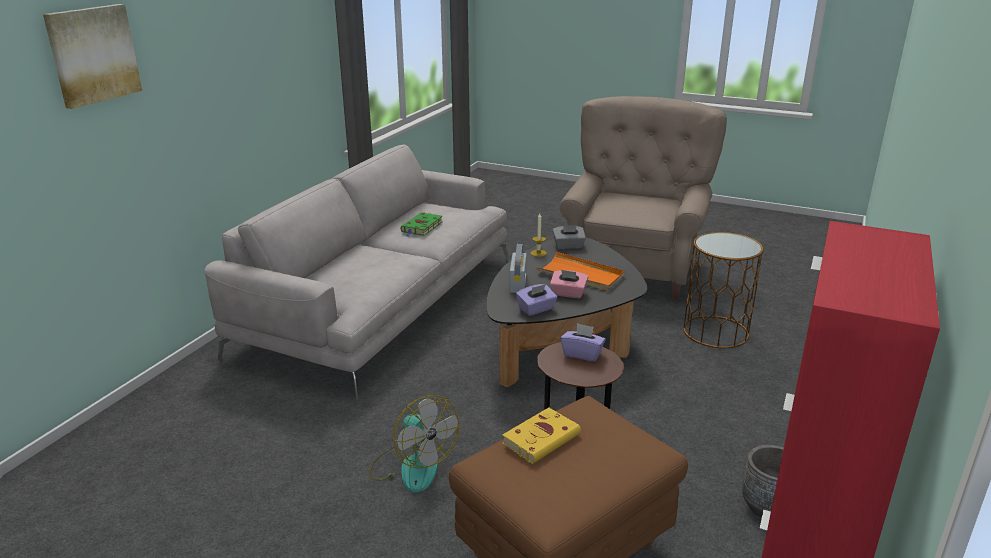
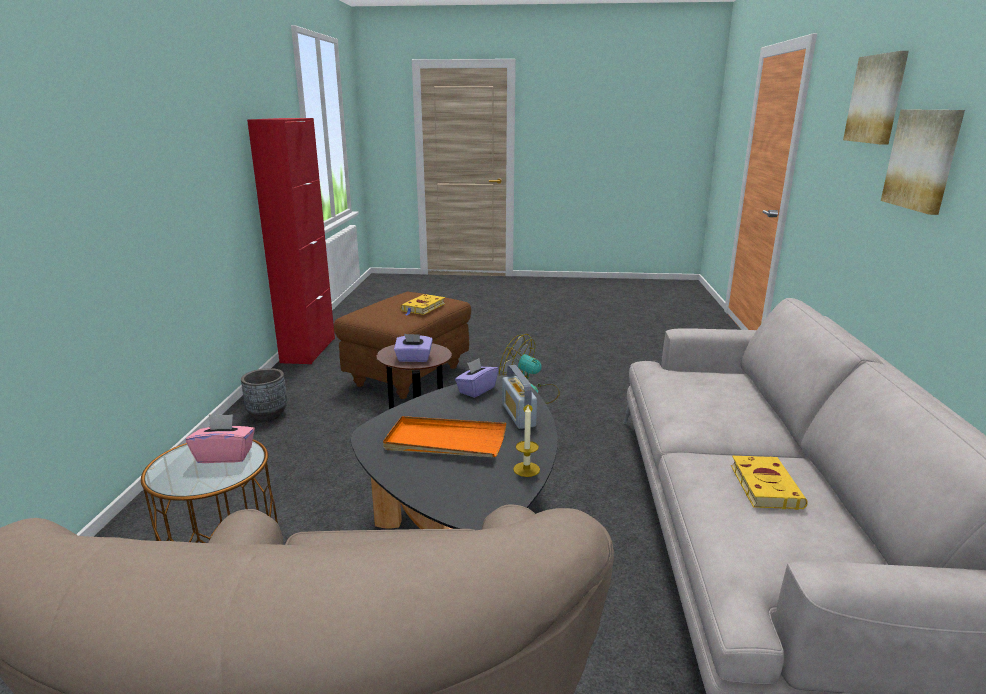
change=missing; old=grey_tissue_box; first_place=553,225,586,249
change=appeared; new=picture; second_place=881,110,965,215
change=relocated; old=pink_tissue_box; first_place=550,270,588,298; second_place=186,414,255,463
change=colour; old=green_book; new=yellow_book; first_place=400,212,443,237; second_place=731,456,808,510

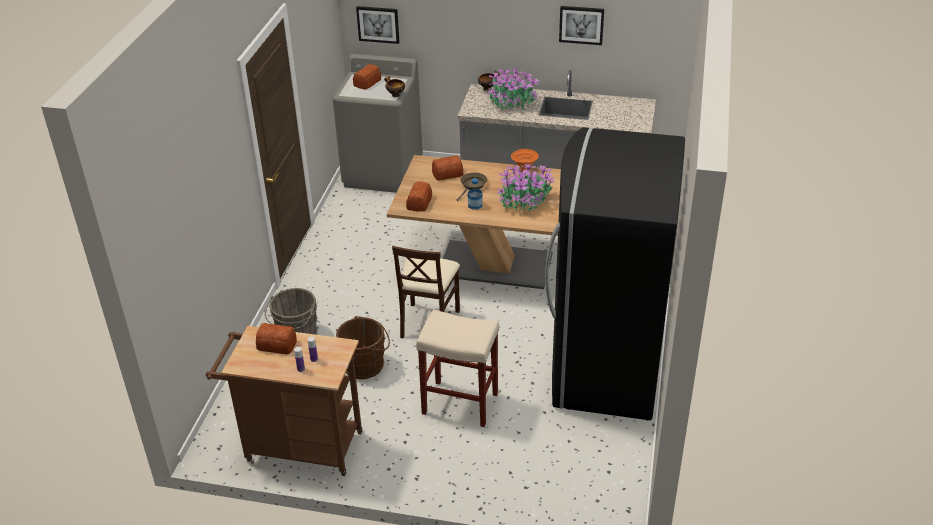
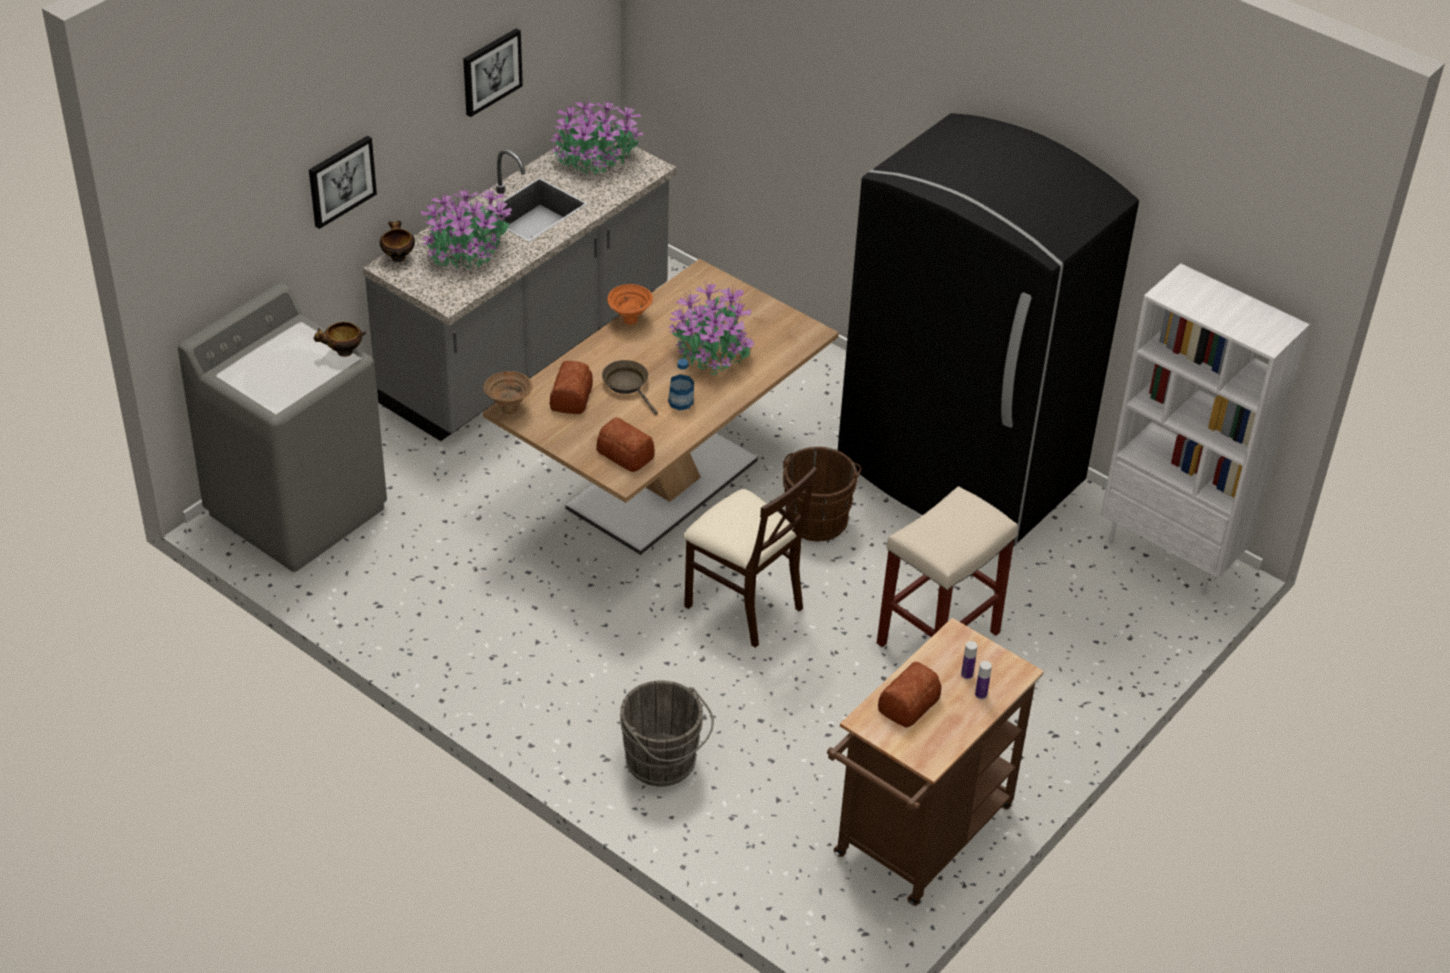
change=missing; old=bread; first_place=353,64,381,90
change=appeared; new=brown_bowl; second_place=483,371,533,414
change=appeared; new=potted_plant; second_place=551,96,643,175
change=appeared; new=white_bookcase; second_place=1101,263,1310,595
change=relocated; old=brown_bucket; first_place=336,316,390,379; second_place=783,447,862,541
change=relocated; old=picture; first_place=356,6,399,44; second_place=309,136,377,229

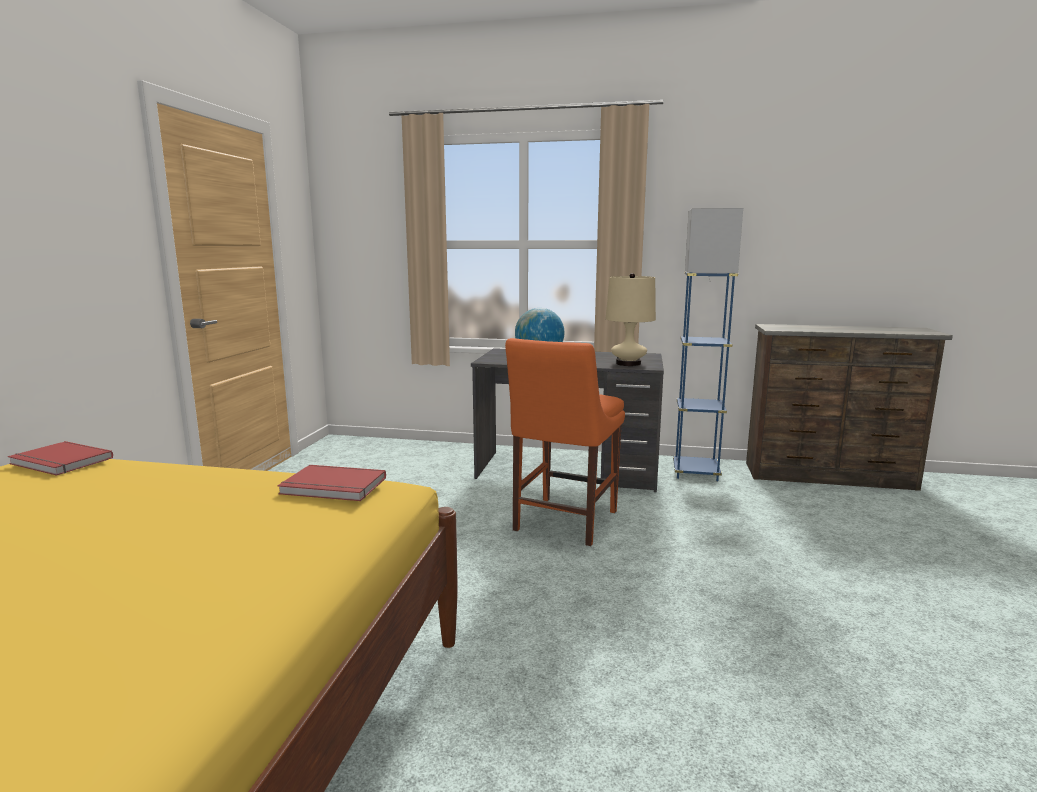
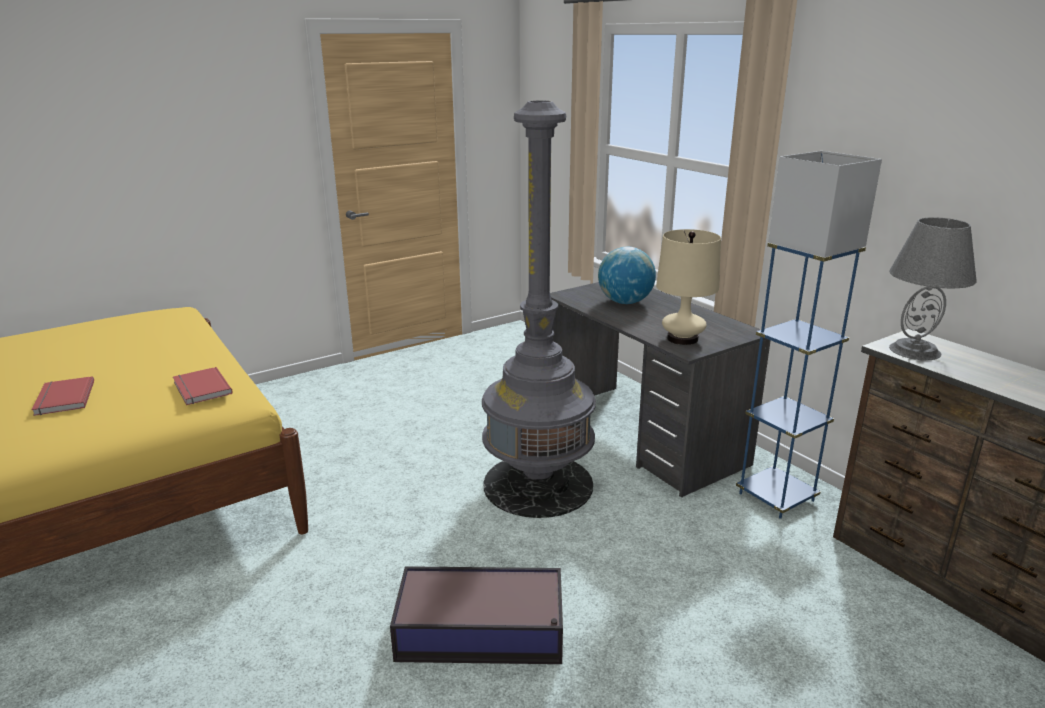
change=appeared; new=storage_box; second_place=390,566,563,664
change=appeared; new=grey_table_lamp; second_place=889,217,977,360
change=relocated; old=red_book; first_place=8,441,113,476; second_place=31,376,94,416
change=exchanged; old=orange_chair; new=grey_floor_lamp; first_place=505,338,625,546; second_place=482,101,596,518

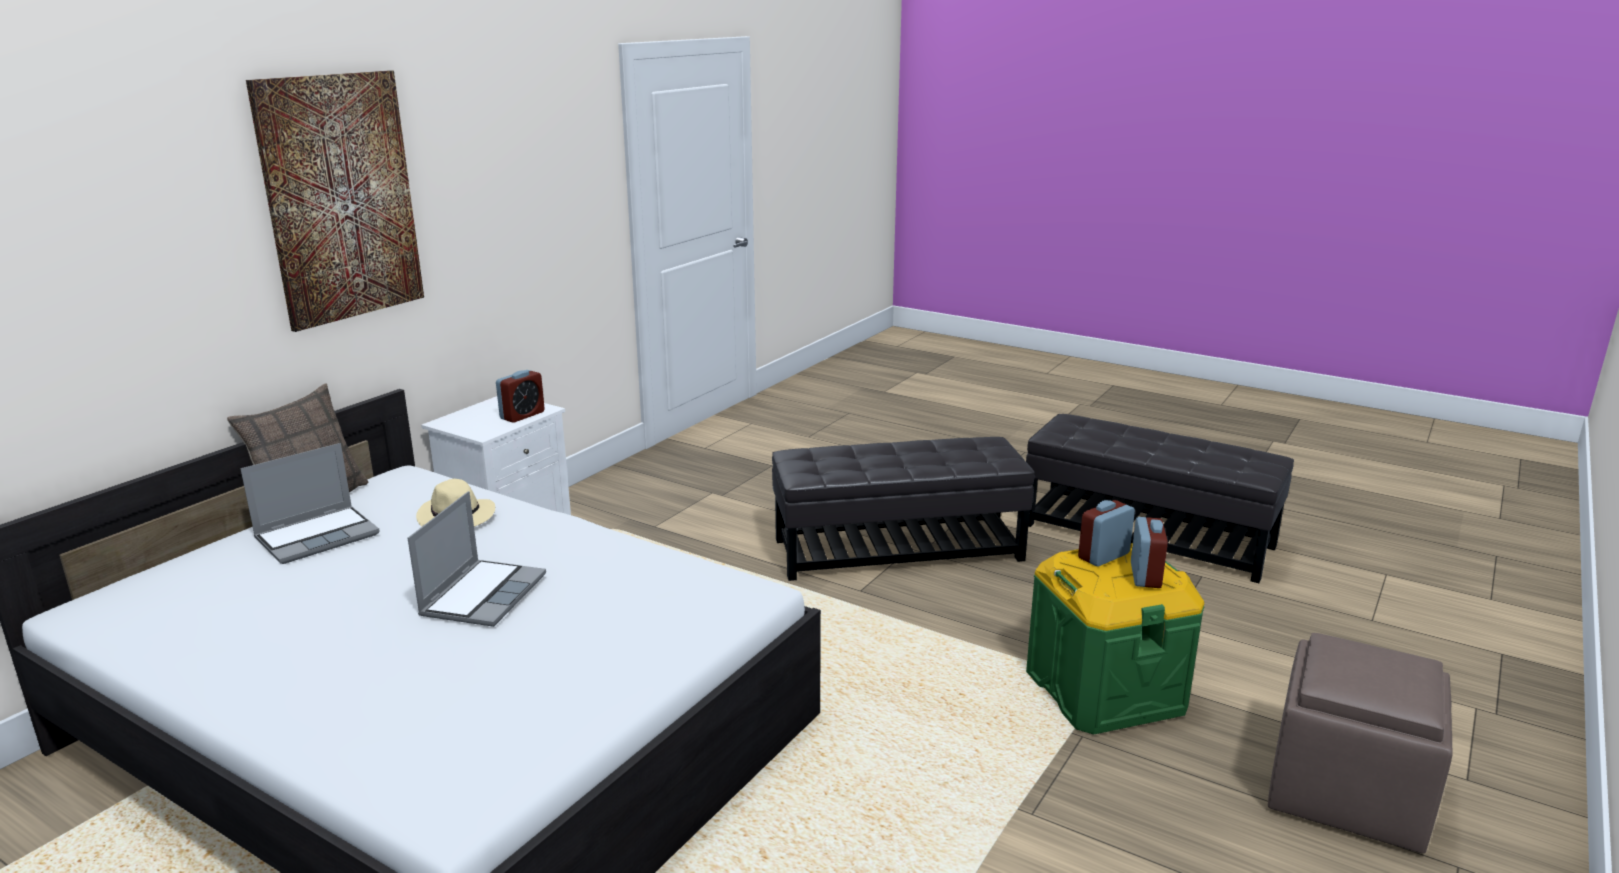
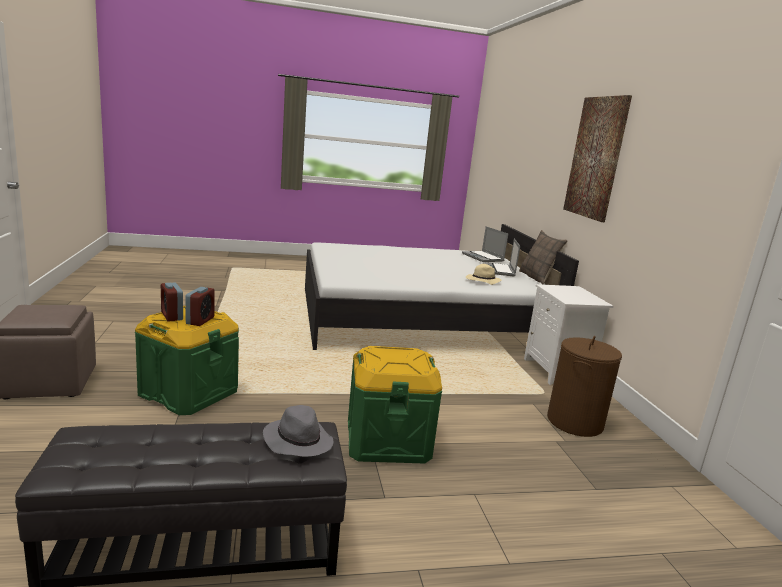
change=missing; old=alarm_clock; first_place=496,370,545,423
change=appeared; new=grey_hat; second_place=263,405,334,457
change=appeared; new=brown_laundry_basket; second_place=547,336,622,437
change=relocated; old=laptop; first_place=408,491,546,627; second_place=462,226,508,262
change=exchanged; old=black_ottoman; new=green_storage_box; first_place=772,437,1035,581; second_place=348,346,442,464

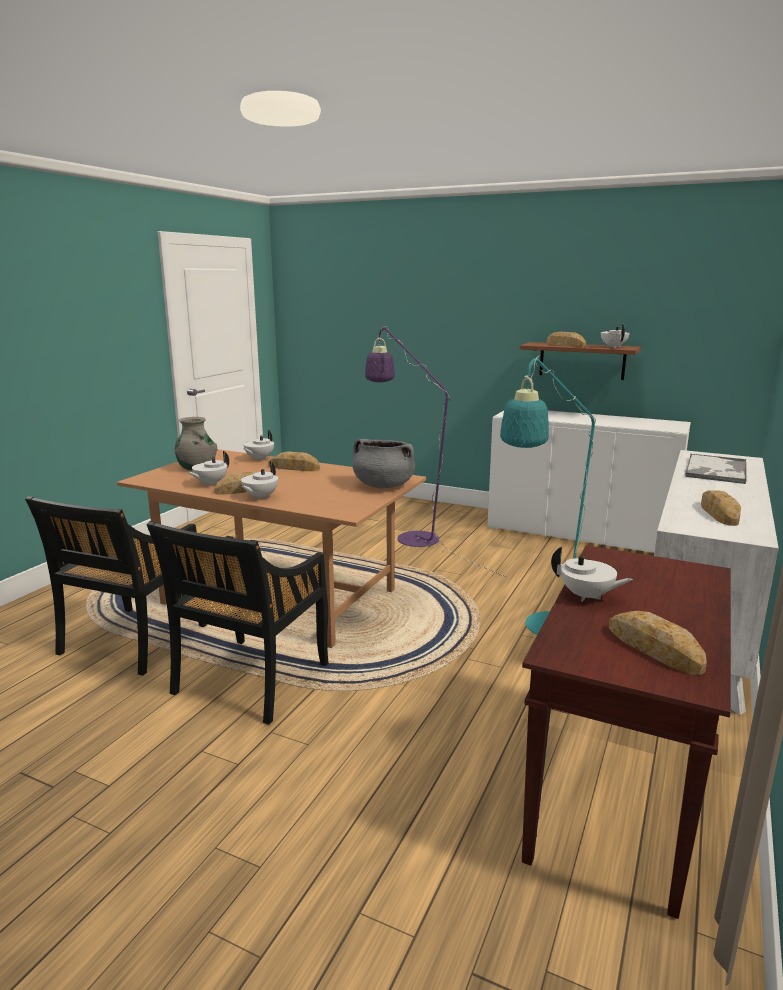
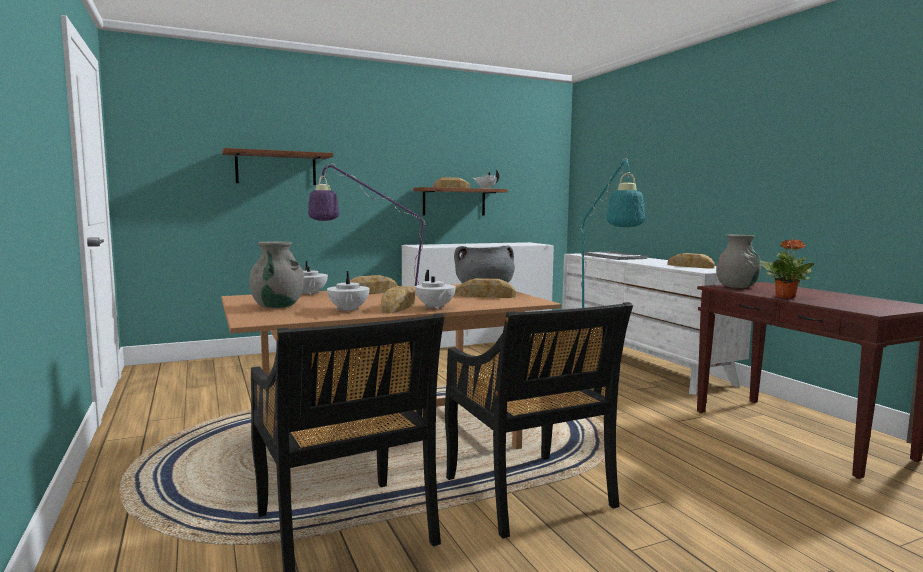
change=appeared; new=brown_shelf; second_place=222,148,334,185
change=appeared; new=grey_vase; second_place=716,235,761,288
change=relocated; old=bread; first_place=609,611,707,675; second_place=455,278,516,298
change=exchanged; old=white_teapot; new=potted_plant; first_place=551,546,633,602; second_place=760,239,814,299

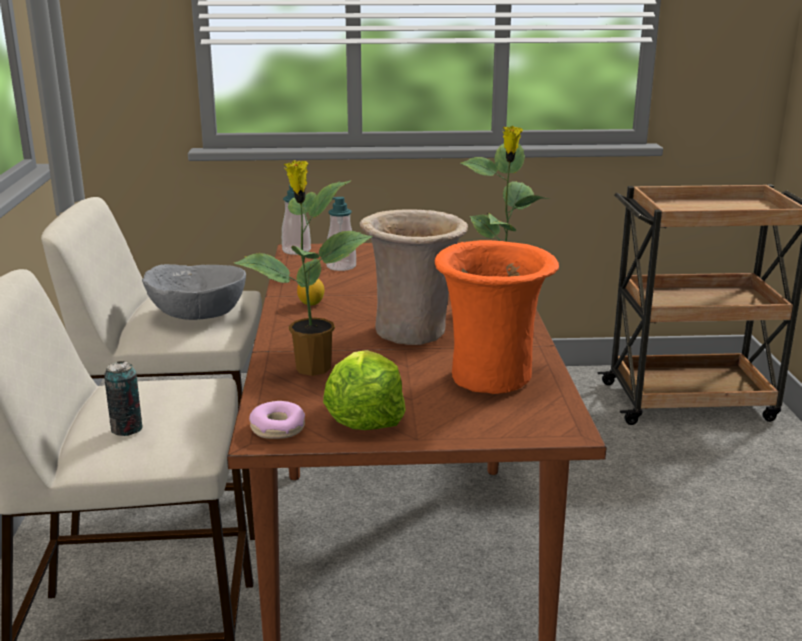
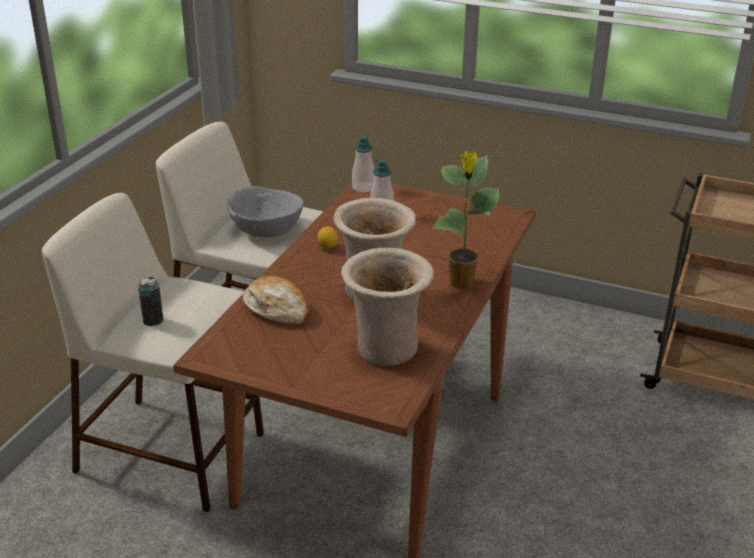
change=missing; old=donut; first_place=249,401,305,439
change=missing; old=lettuce; first_place=323,350,406,430
change=exchanged; old=potted_plant; new=bread; first_place=234,160,373,376; second_place=243,276,308,324
change=colour; old=orange_vase; new=beige_vase; first_place=435,240,559,394; second_place=341,247,434,366

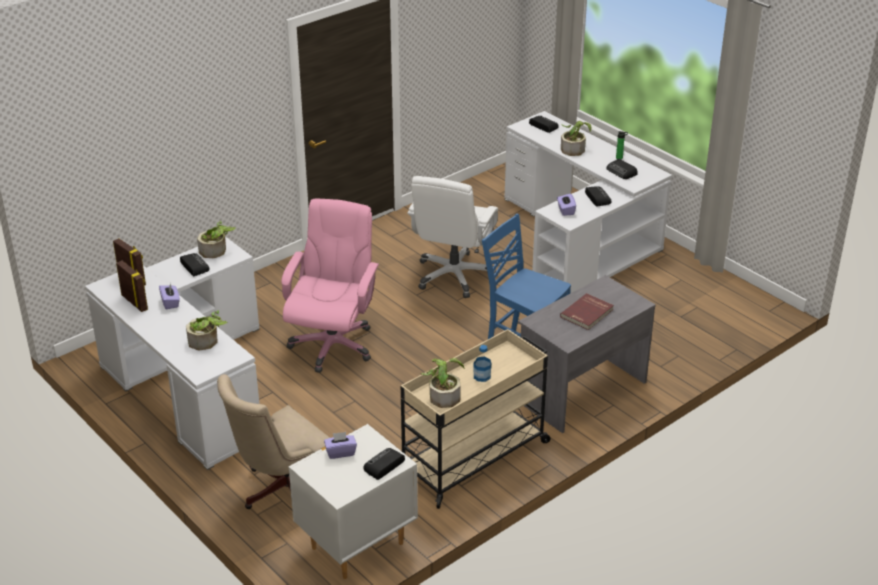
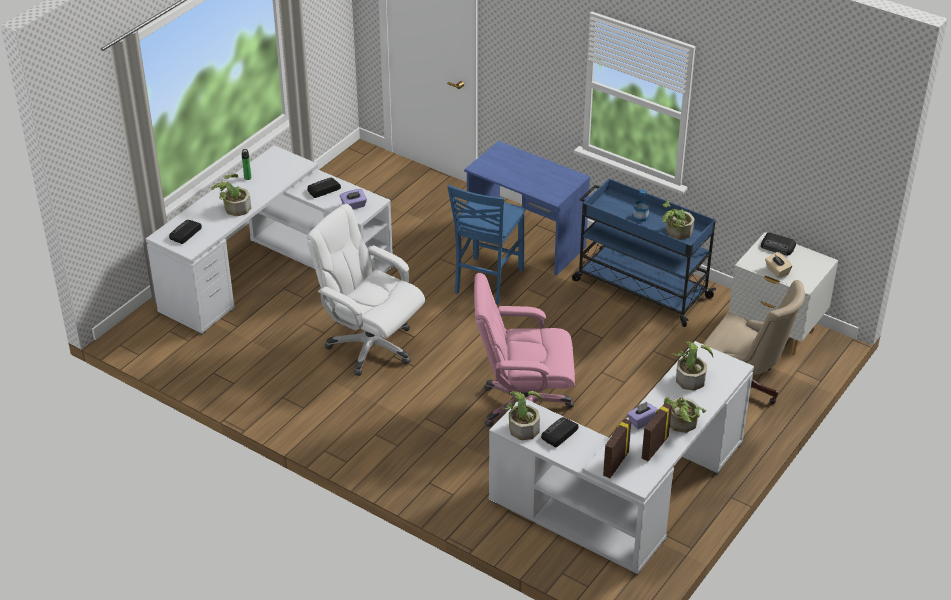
change=missing; old=red_book; first_place=560,293,614,330
change=missing; old=radio; first_place=606,159,638,179
change=appeared; new=potted_plant; second_place=664,397,707,433
change=colour; old=purple_tissue_box; new=beige_tissue_box; first_place=324,432,357,459; second_place=765,252,792,278
change=colour; old=beige_cart; new=blue_cart; first_place=401,329,551,509; second_place=572,179,716,327
change=colour; old=grey_desk; new=blue_desk; first_place=518,275,656,433; second_place=464,141,590,276
change=spun; old=white_office_chair; first_place=407,176,498,298; second_place=307,204,425,376; degrees=-150

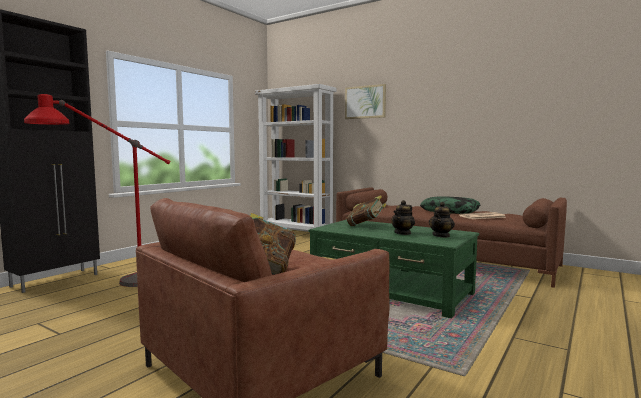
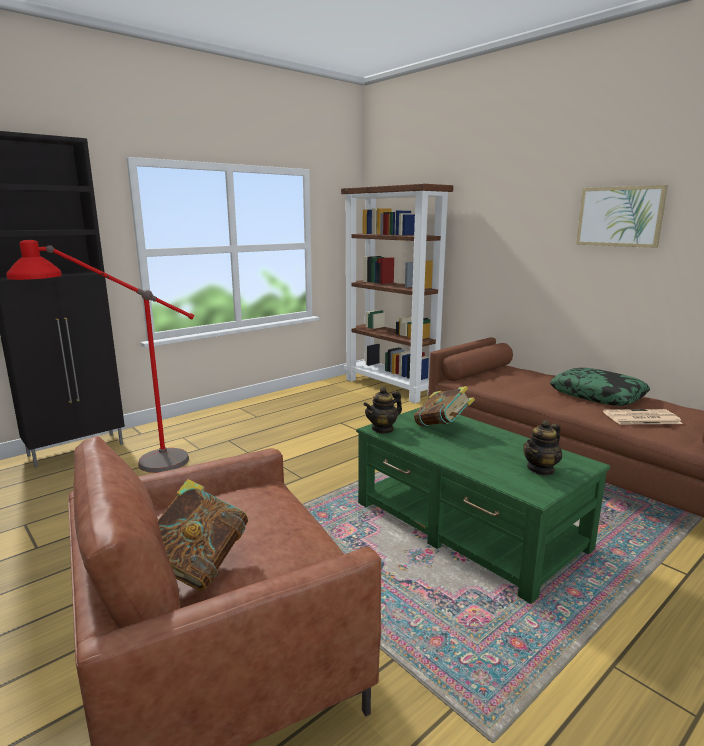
change=relocated; old=picture; first_place=345,84,386,119; second_place=576,185,668,248
change=relocated; old=teapot; first_place=391,200,415,235; second_place=363,387,402,434
change=colour; old=white_bookcase; new=brown_bookcase; first_place=255,84,337,230; second_place=341,184,453,403

